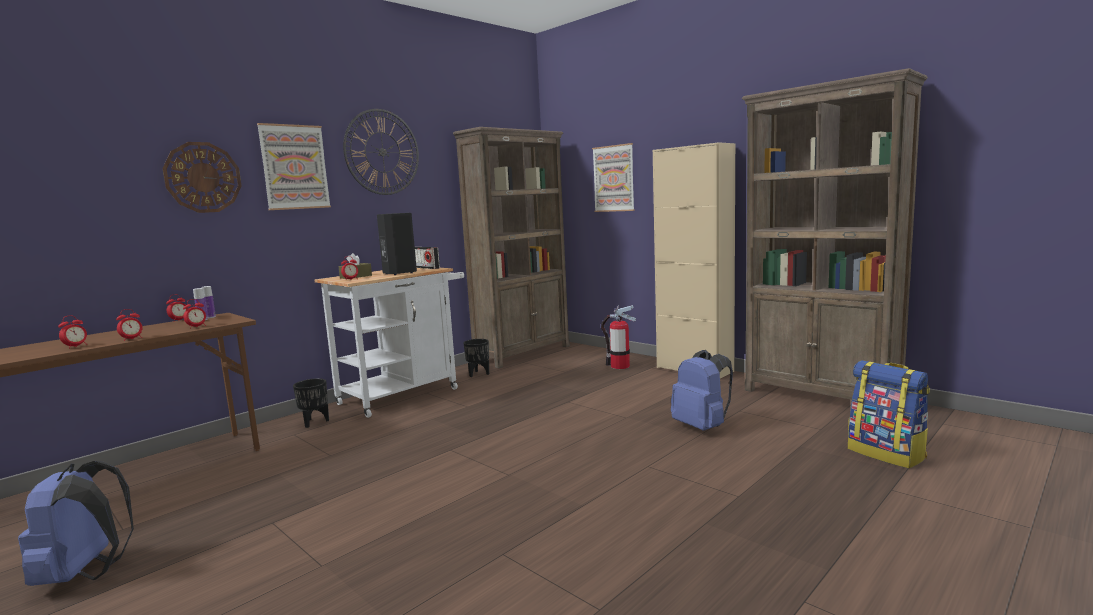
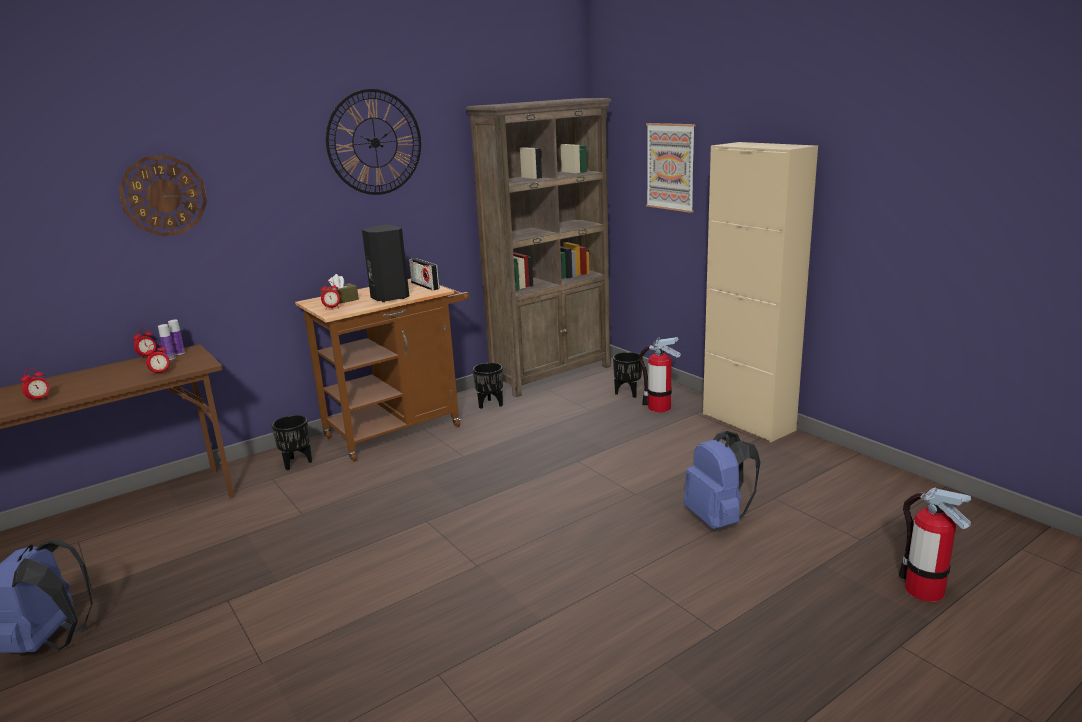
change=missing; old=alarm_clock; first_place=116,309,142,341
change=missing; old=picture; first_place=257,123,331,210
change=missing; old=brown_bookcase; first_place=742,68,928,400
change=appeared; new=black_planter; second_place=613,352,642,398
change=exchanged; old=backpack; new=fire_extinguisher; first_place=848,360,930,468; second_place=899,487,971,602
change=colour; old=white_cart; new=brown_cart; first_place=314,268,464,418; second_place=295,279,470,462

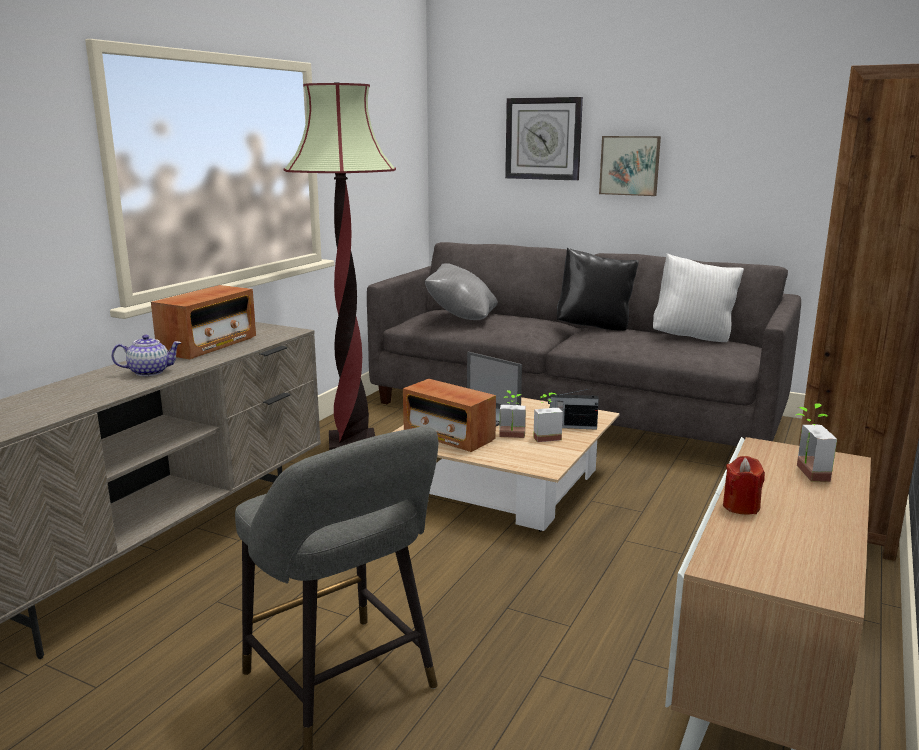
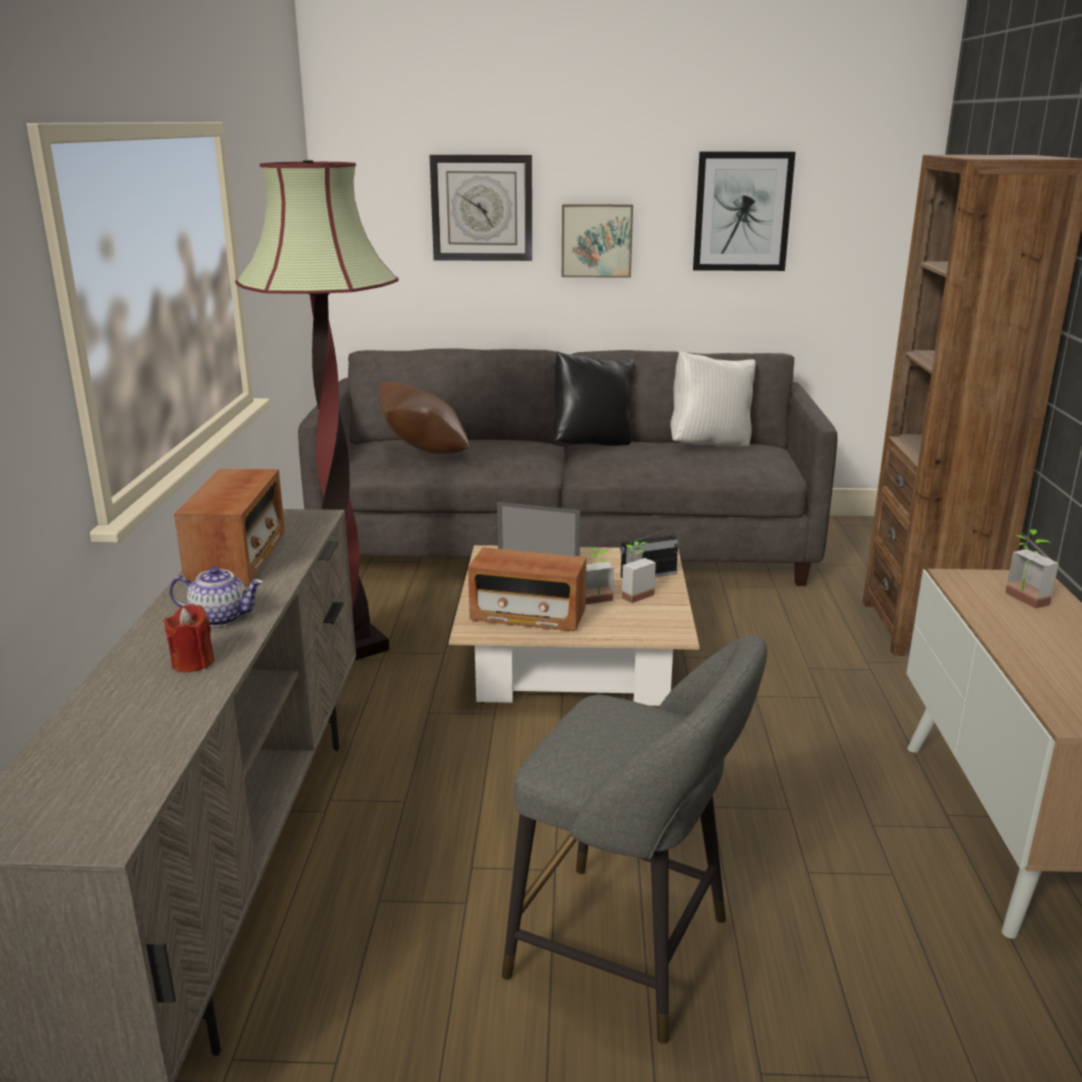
change=appeared; new=picture; second_place=693,152,796,271
change=relocated; old=red_candle; first_place=723,456,765,515; second_place=164,604,215,672
change=colour; old=grey_pillow; new=brown_pillow; first_place=425,263,498,320; second_place=380,382,469,454
change=spun; old=teapot; first_place=111,335,182,376; second_place=169,567,263,627; degrees=45

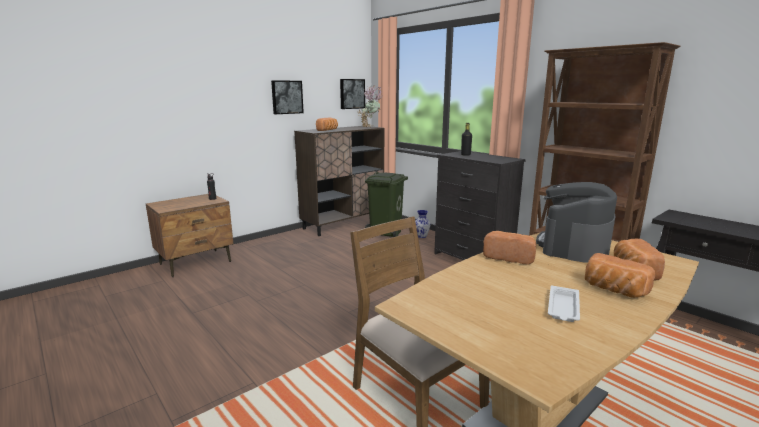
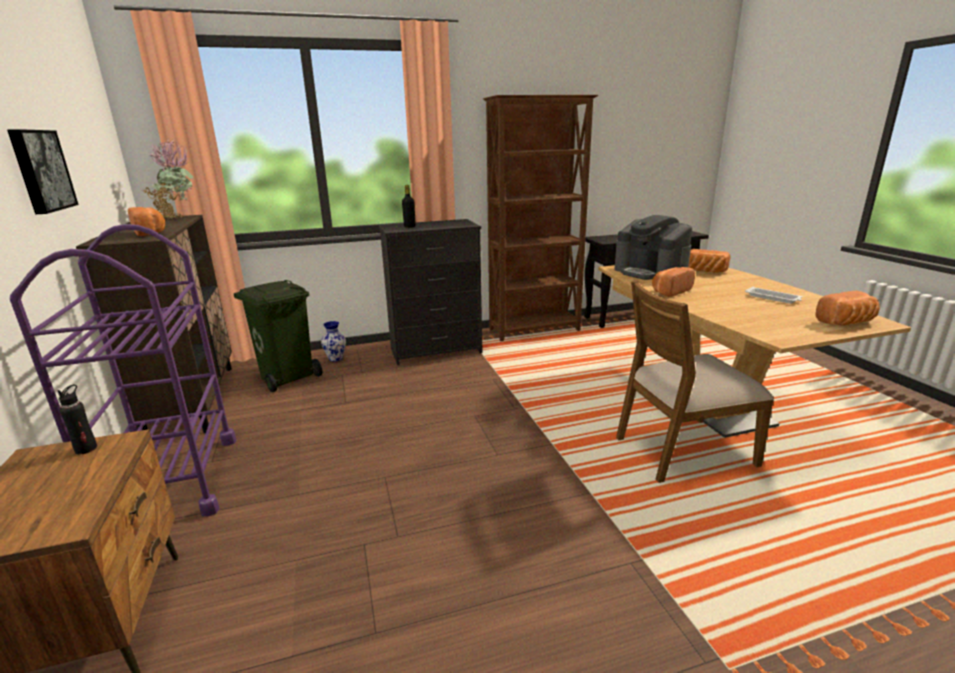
change=missing; old=picture; first_place=340,79,365,109
change=appeared; new=purple_cart; second_place=10,224,237,516
change=relocated; old=bread; first_place=585,253,655,298; second_place=815,291,880,326

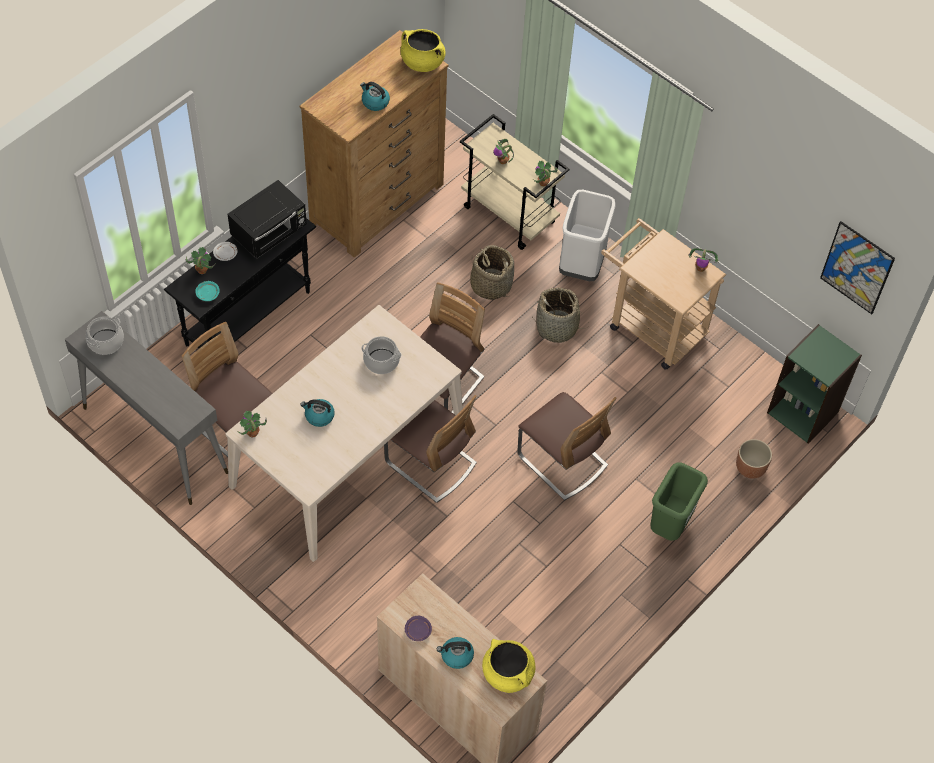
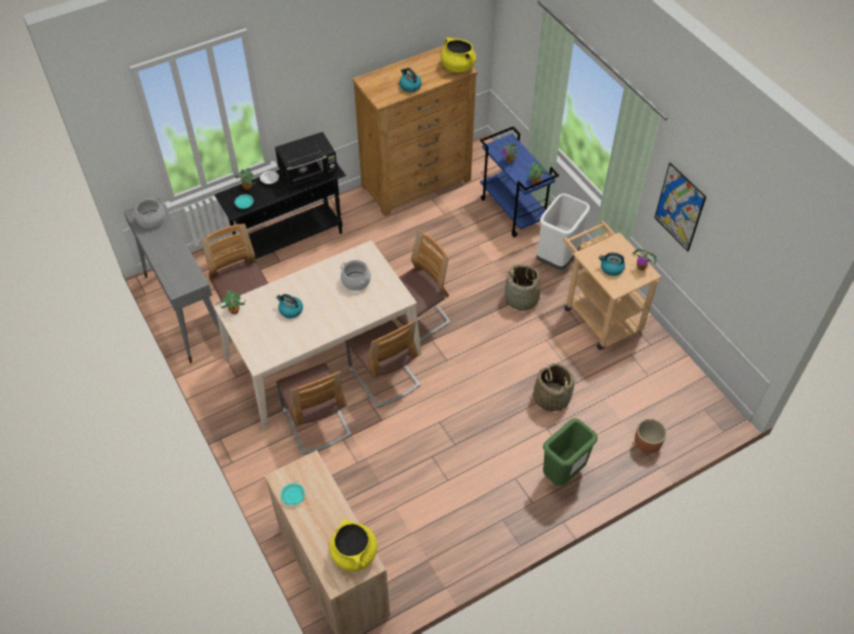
change=missing; old=green_bookcase; first_place=767,324,862,444
change=relocated; old=kettle; first_place=437,637,474,669; second_place=599,253,625,276
change=relocated; old=basket; first_place=470,245,514,300; second_place=533,363,575,412
change=relocated; old=chair; first_place=517,392,616,500; second_place=276,363,352,454
change=relocated; old=picture; first_place=820,221,895,314; second_place=654,162,706,251
change=colour; old=purple_plate; new=turquoise_plate; first_place=405,616,432,641; second_place=281,483,305,505
change=colour; old=beige_cart; new=blue_cart; first_place=460,114,570,250; second_place=480,126,559,237

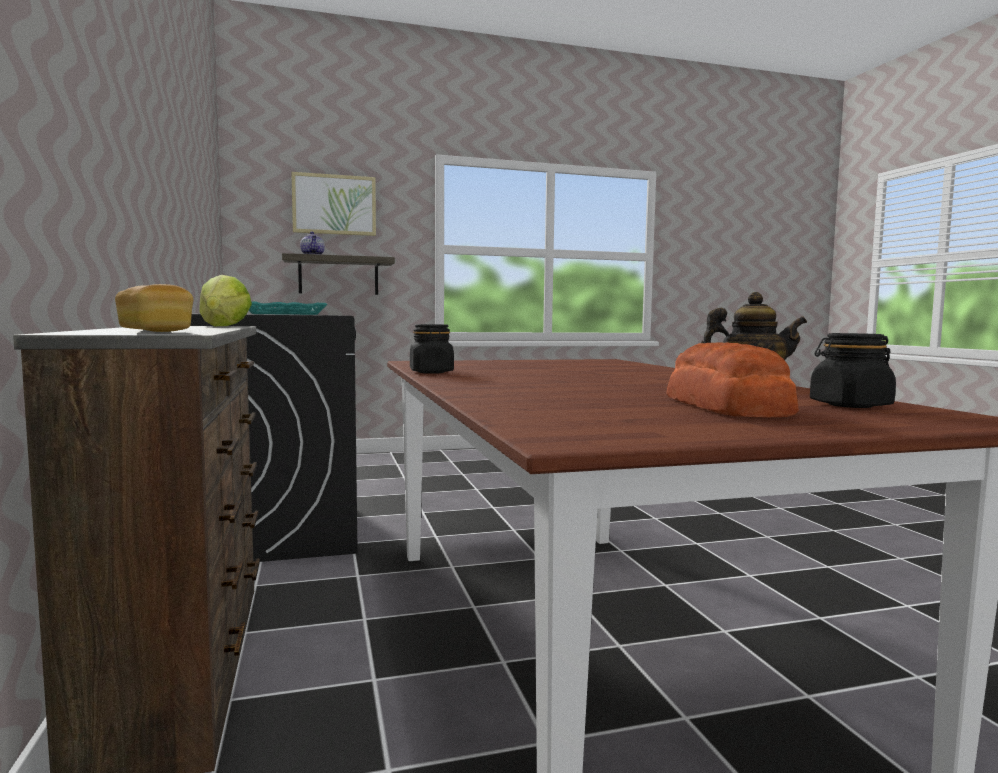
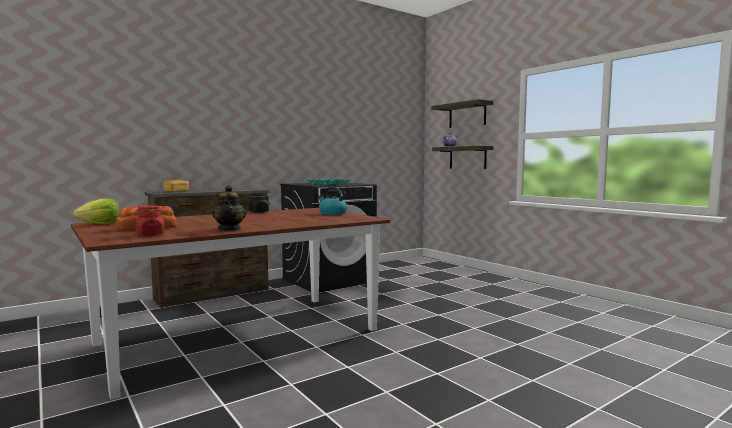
change=appeared; new=kettle; second_place=318,187,347,215
change=relocated; old=lettuce; first_place=199,275,252,326; second_place=73,198,120,224
change=exchanged; old=picture; new=shelf; first_place=291,172,376,236; second_place=431,99,493,128
change=colour; old=black_jar; new=red_jar; first_place=810,333,896,408; second_place=135,205,165,236

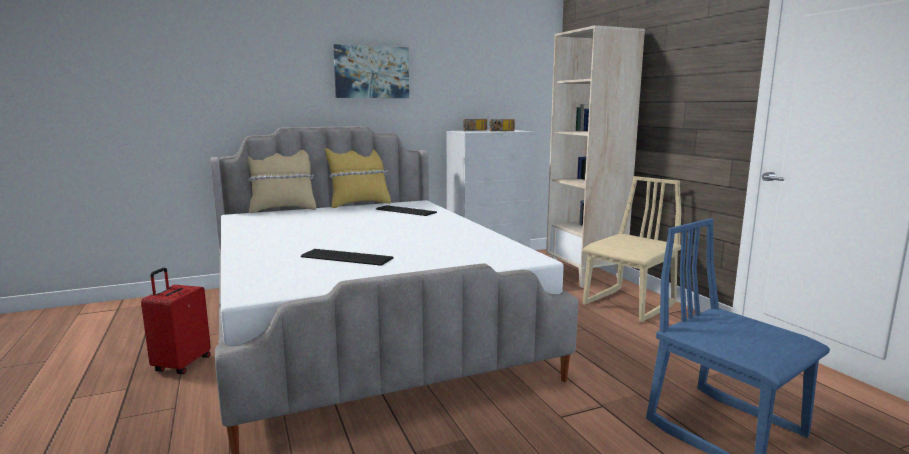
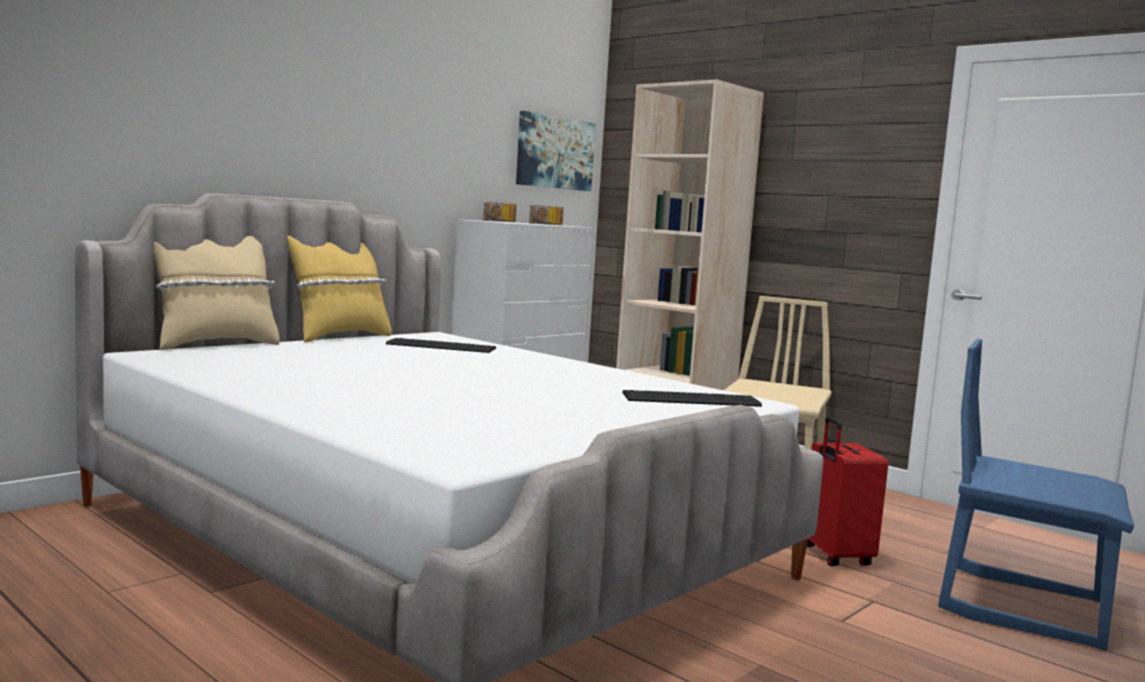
change=relocated; old=red_suitcase; first_place=141,268,211,374; second_place=807,416,888,566
change=relocated; old=keyboard; first_place=301,249,394,266; second_place=622,390,762,407
change=relocated; old=picture; first_place=333,44,409,98; second_place=516,111,596,191

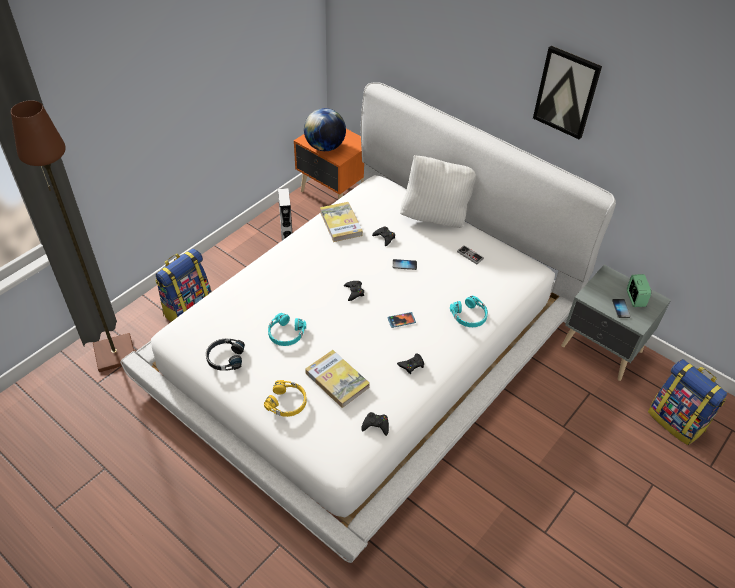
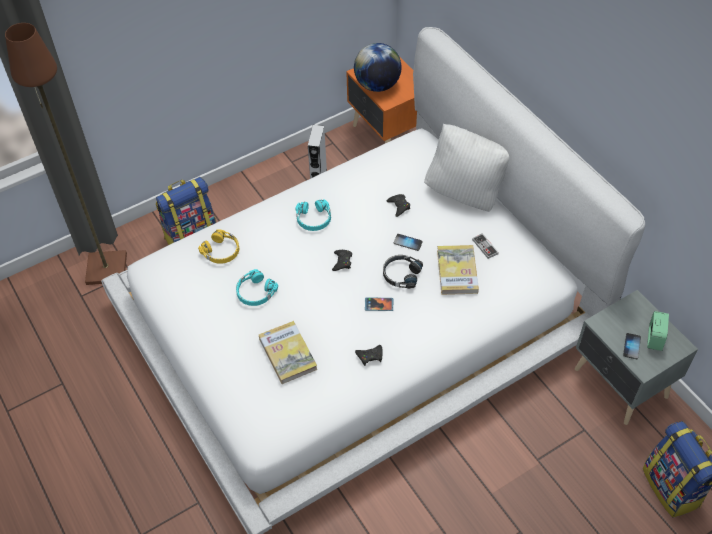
change=missing; old=black_game_controller; first_place=361,412,389,436
change=missing; old=picture; first_place=533,46,602,140
change=relocated; old=black_headphones; first_place=206,339,245,371; second_place=383,255,423,289
change=relocated; old=yellow_headphones; first_place=264,380,307,417; second_place=198,229,239,264
change=relocated; old=book; first_place=320,202,363,242; second_place=437,245,479,295
change=relocated; old=turquoise_headphones; first_place=450,295,488,327; second_place=295,199,331,231

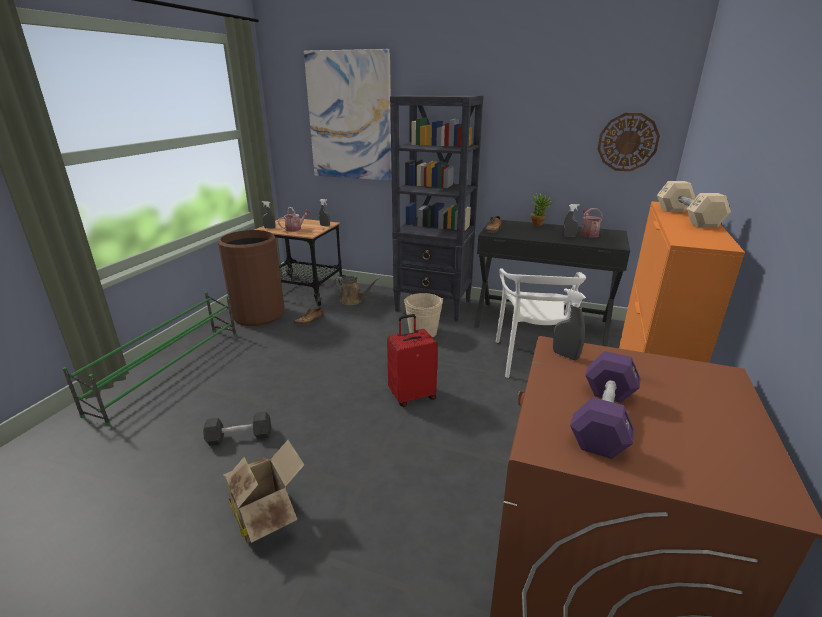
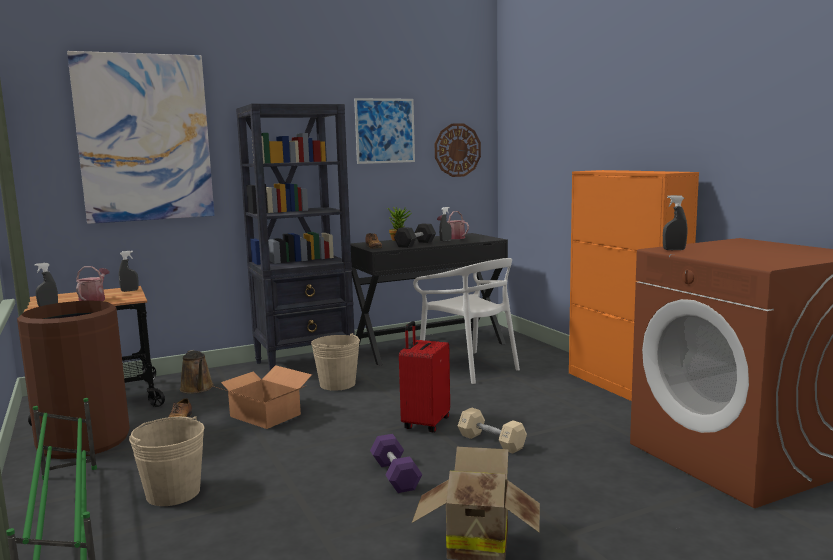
change=appeared; new=beige_bucket; second_place=129,416,204,506
change=appeared; new=cardboard_box; second_place=213,365,312,429
change=appeared; new=picture; second_place=354,98,415,164
change=relocated; old=black_dumbbell; first_place=203,411,271,446; second_place=394,224,436,248
change=relocated; old=purple_dumbbell; first_place=570,351,641,459; second_place=370,434,423,493
change=relocated; old=beige_dumbbell; first_place=657,181,731,228; second_place=458,408,527,454
change=spun; old=brown_watering_can; first_place=334,276,380,305; second_place=180,350,214,394; degrees=90

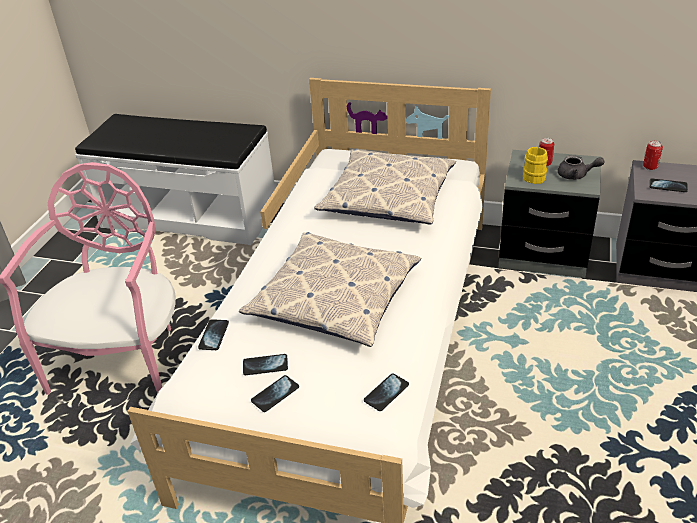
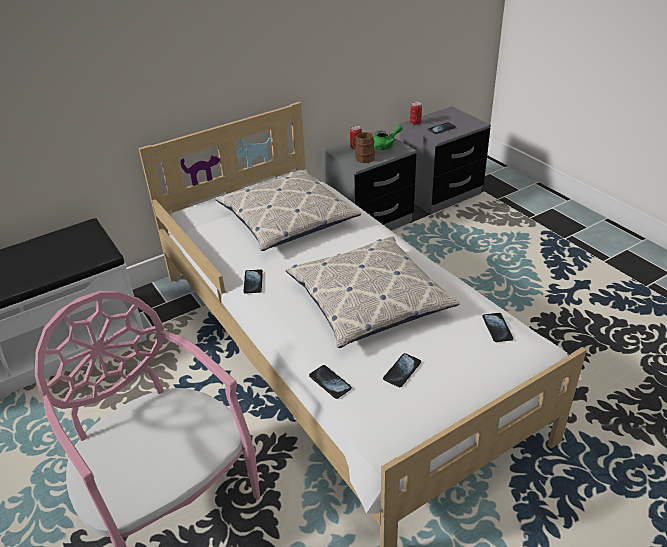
change=relocated; old=phone; first_place=251,375,299,412; second_place=243,269,263,294
change=colour; old=yellow_mug; new=brown_mug; first_place=523,147,548,184; second_place=352,132,375,163
change=colour; old=grey_teapot; new=green_teapot; first_place=558,155,605,180; second_place=373,125,403,150

